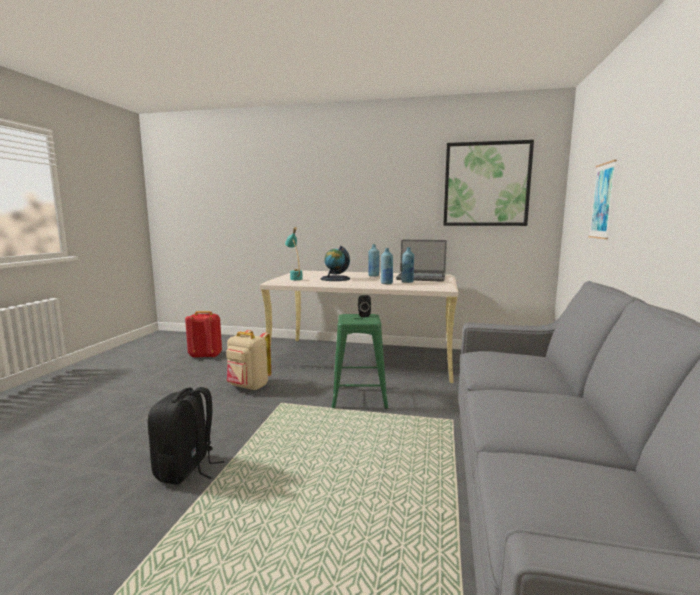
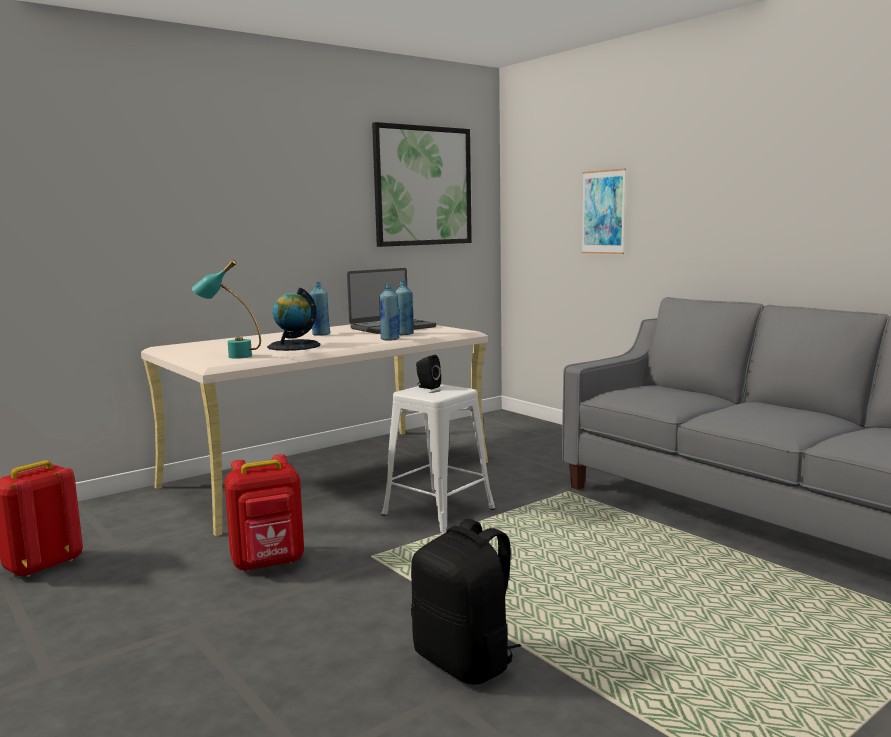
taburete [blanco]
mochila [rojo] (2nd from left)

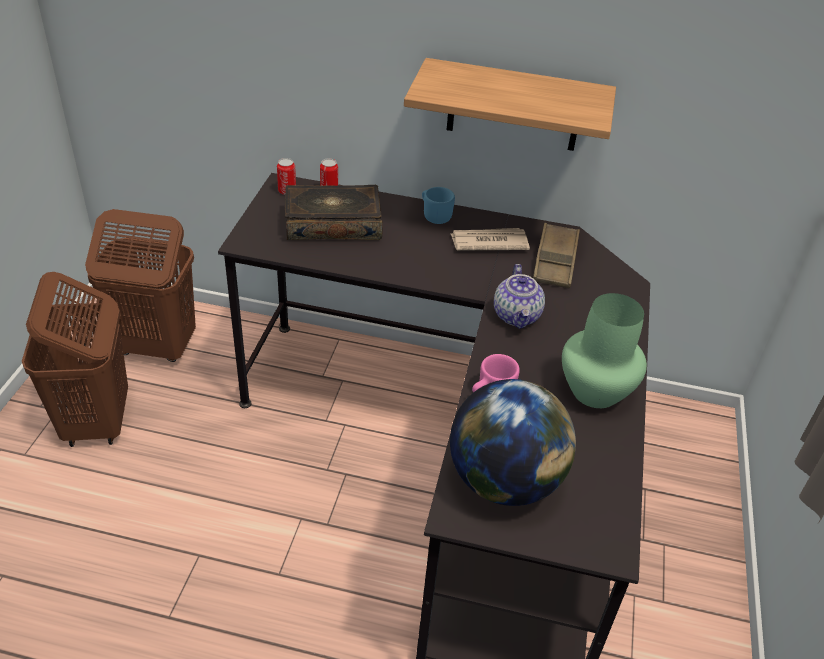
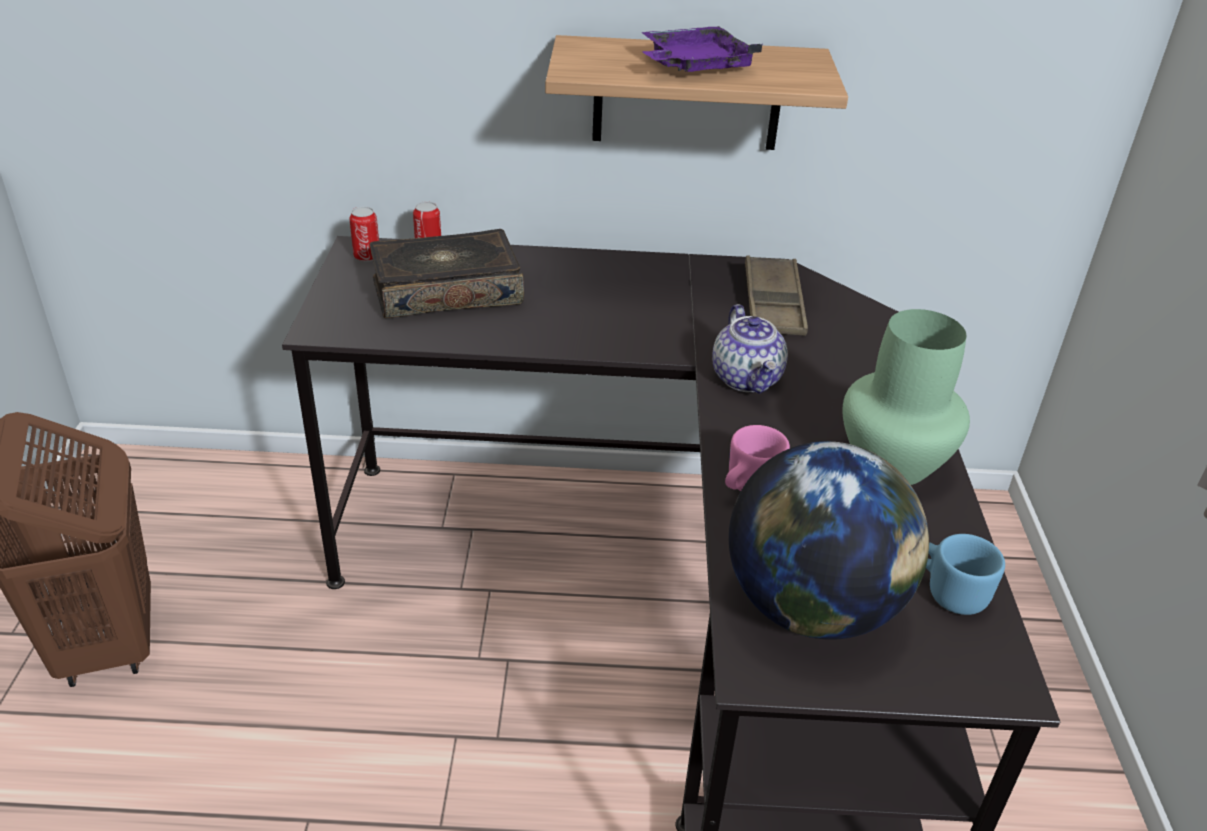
taza grande [azul]
cesto de la ropa [marrón] (2nd from left in the first image)
periódico
bandeja [morado]

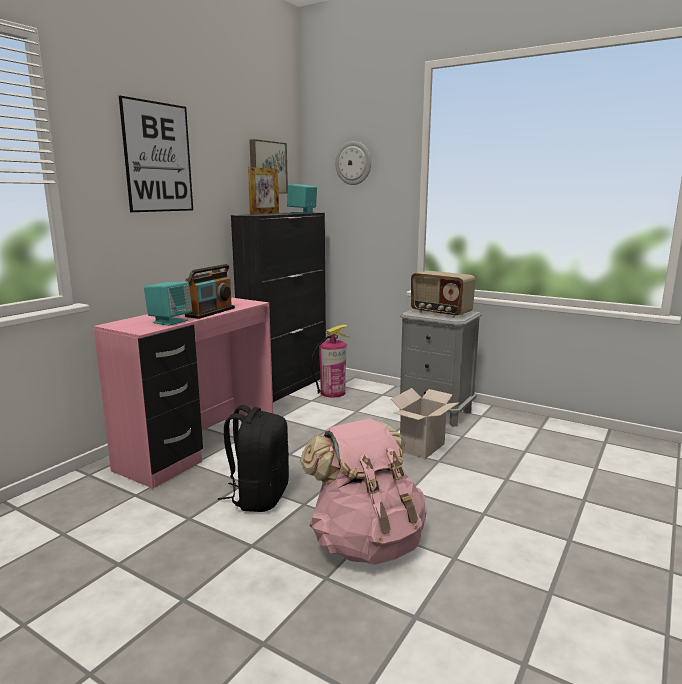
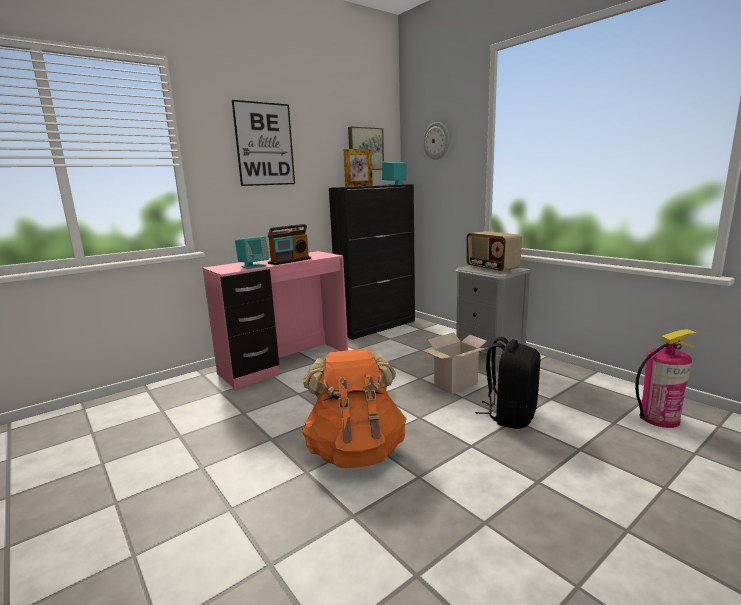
extintor
mochila [negro]
mochila [naranja]

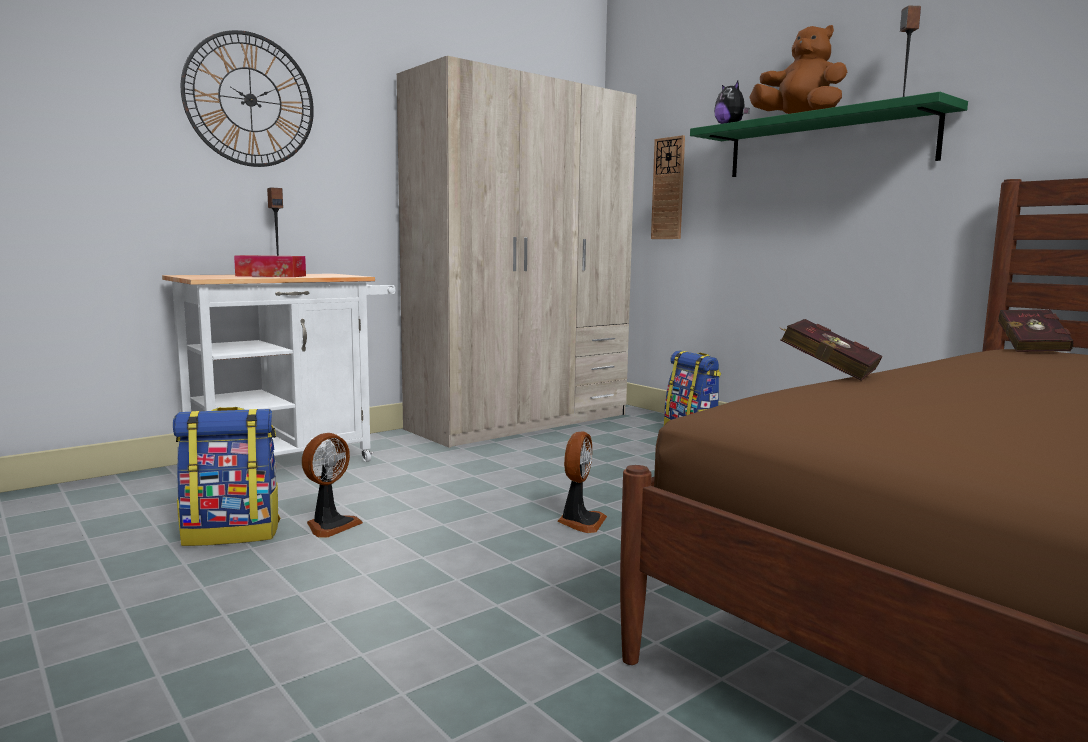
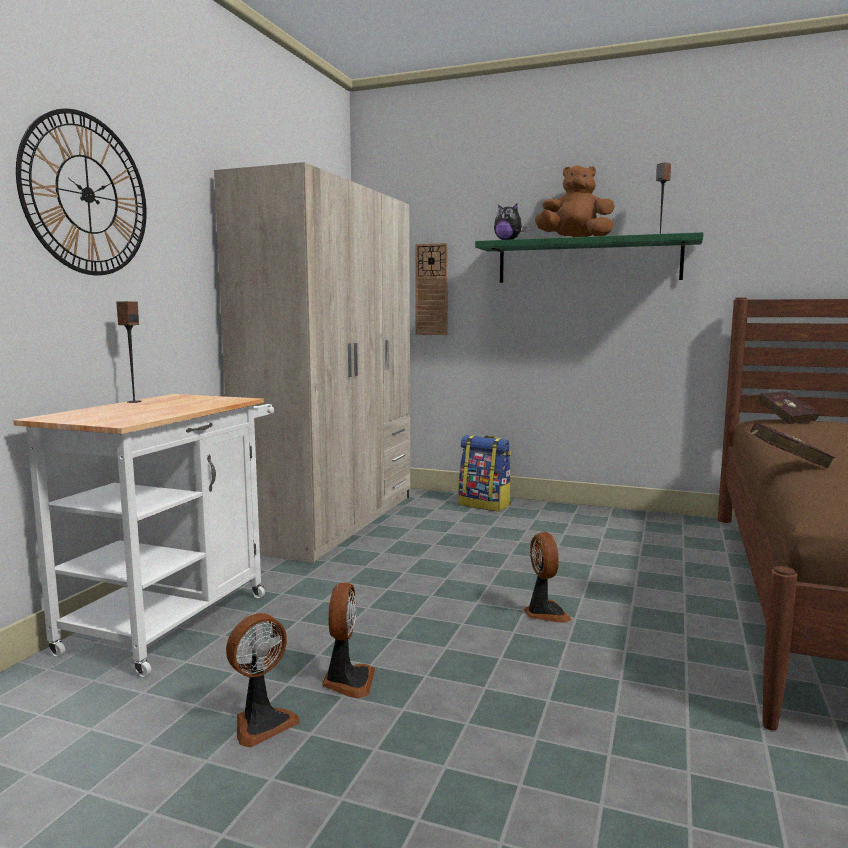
caja de pañuelos
ventilador (1st from left)

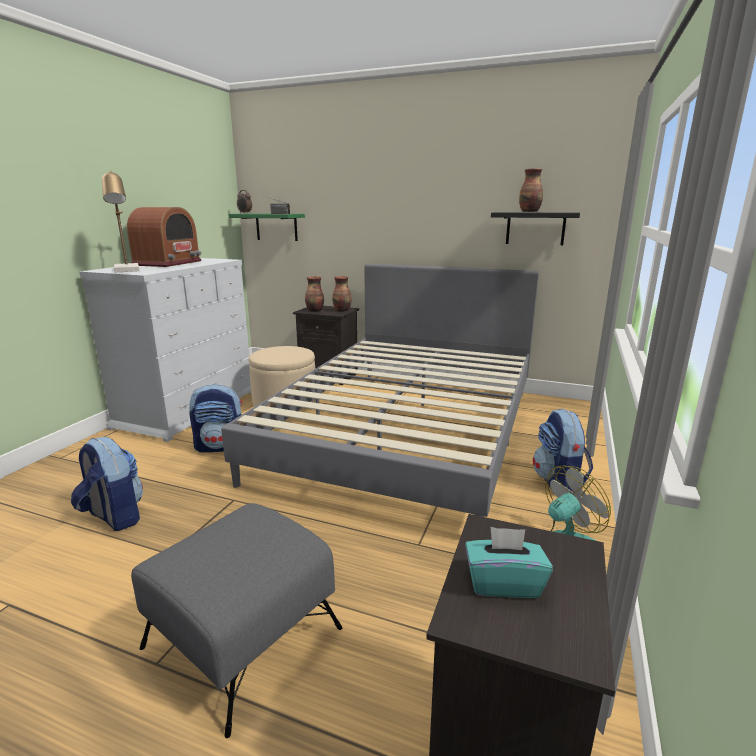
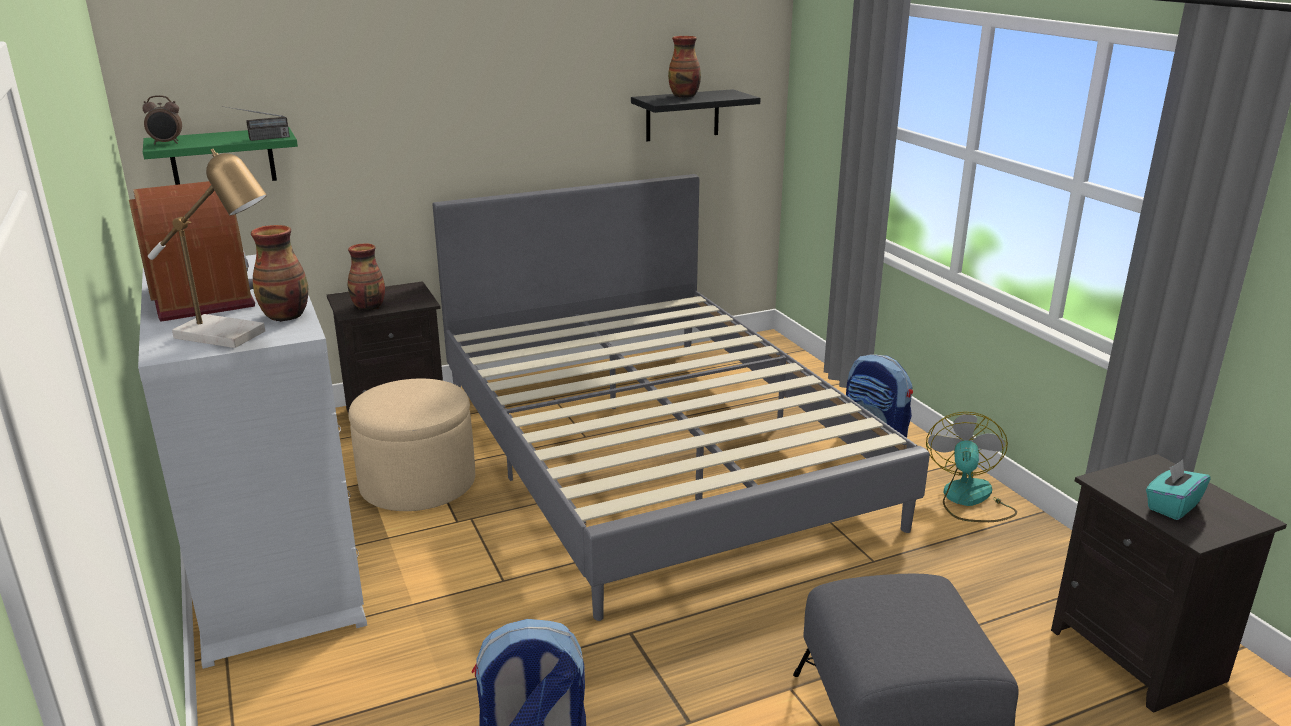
florero (1st from left)
mochila (2nd from left in the first image)

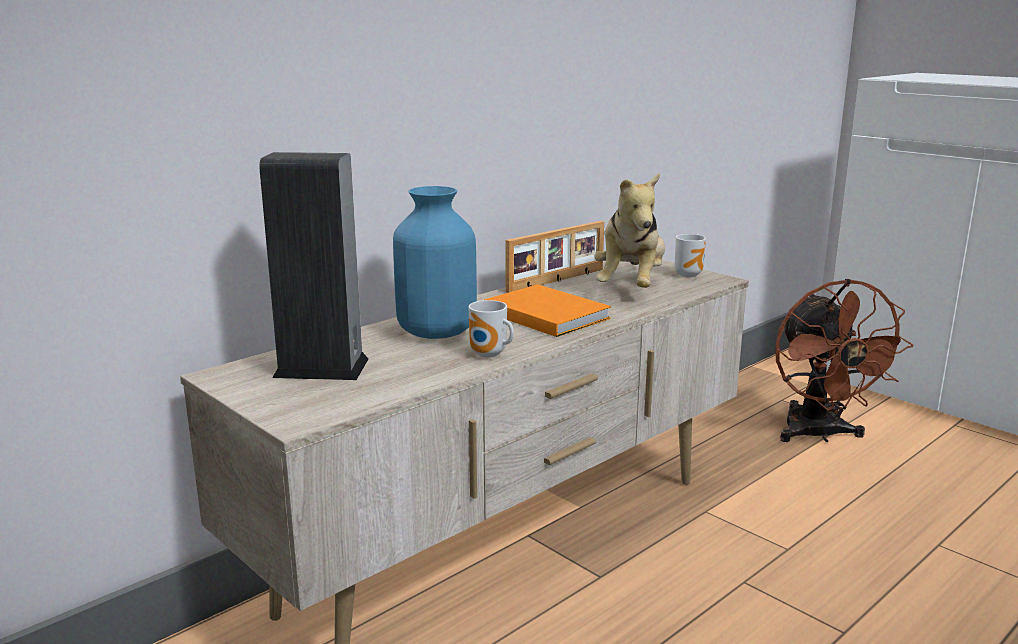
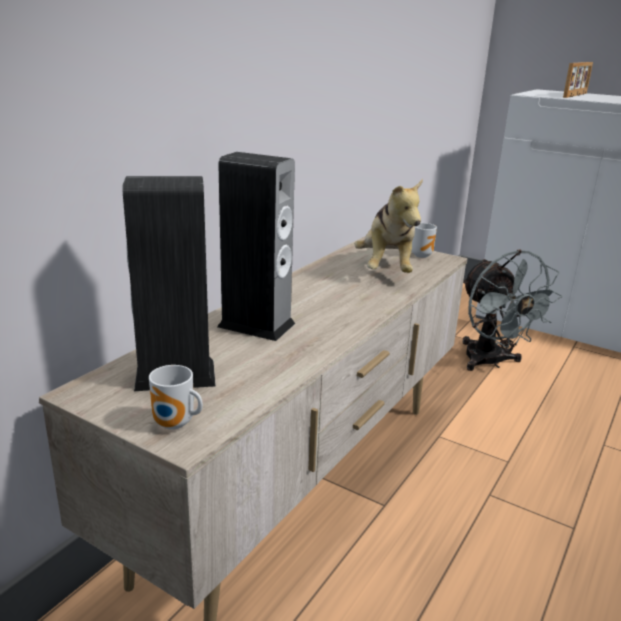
altavoz (2nd from left)
portarretratos
ventilador [gris]
libro [naranja]
taza grande (1st from left)

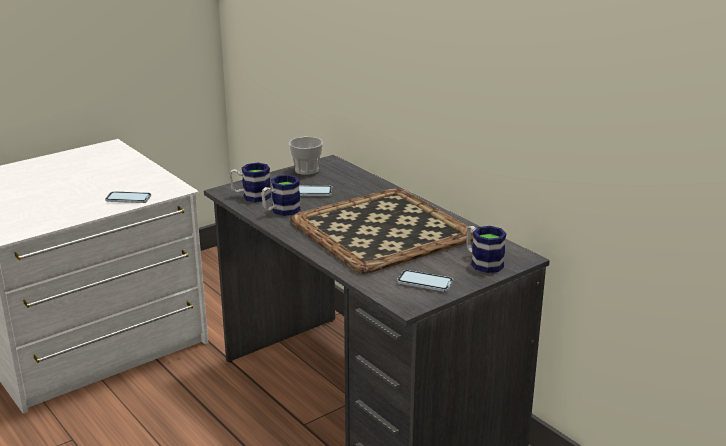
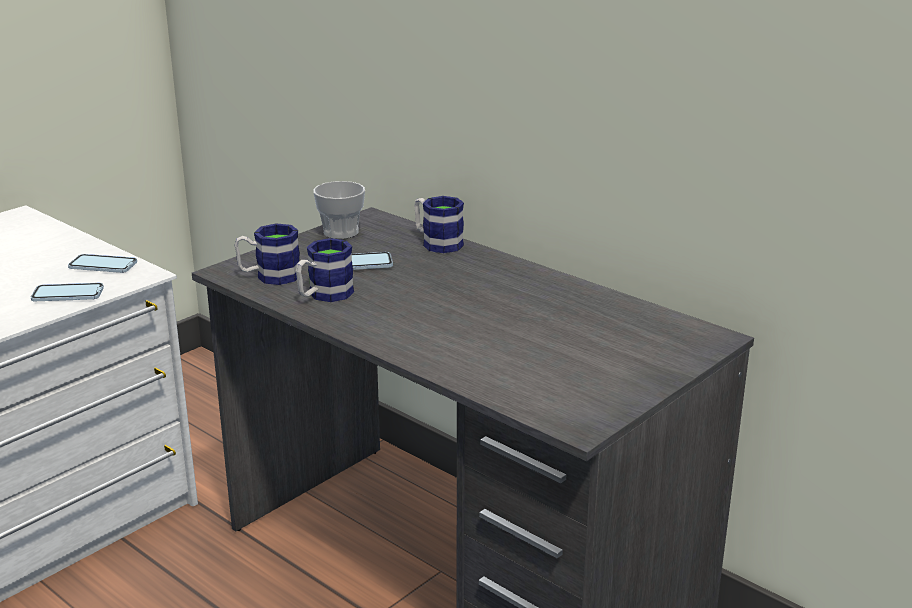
bandeja
taza grande (3rd from left)
móvil (2nd from left)

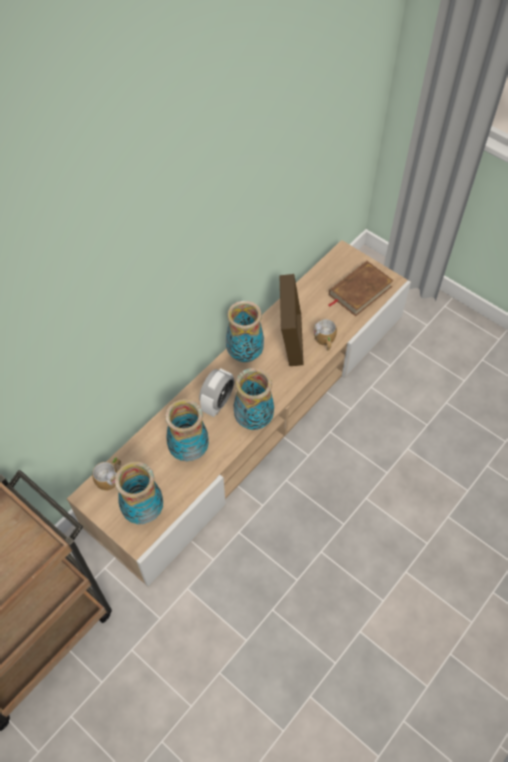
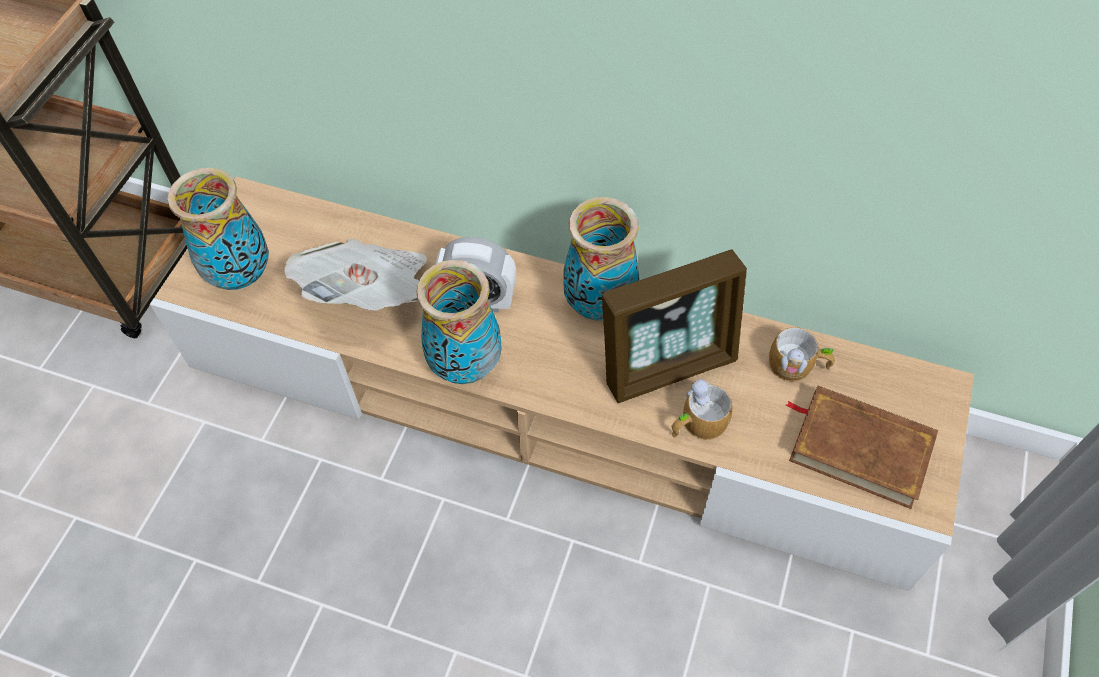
periódico
taza grande (2nd from left)

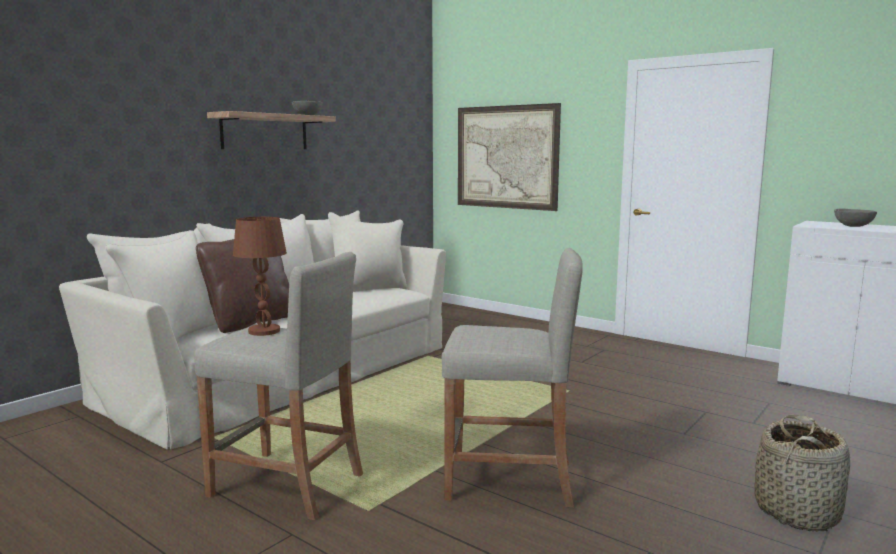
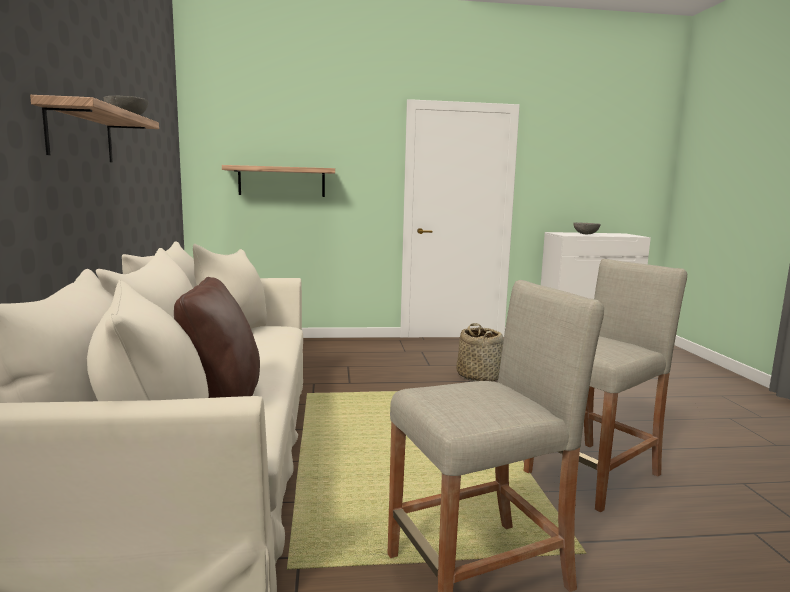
estante (2nd from left)
lámpara de mesa [marrón]
cesta

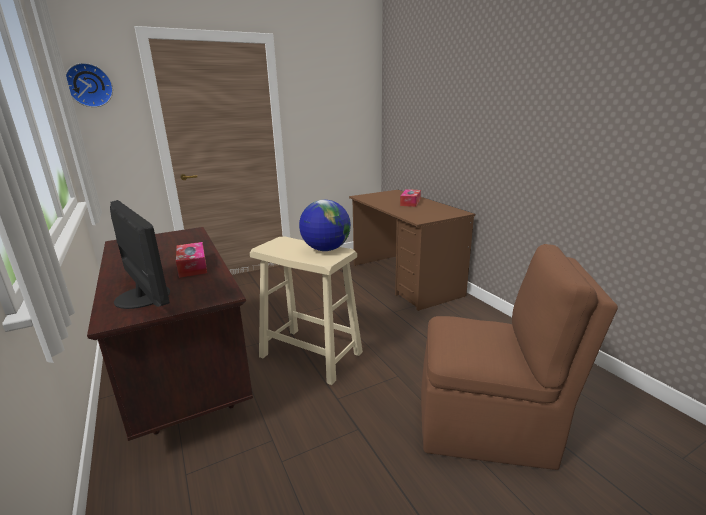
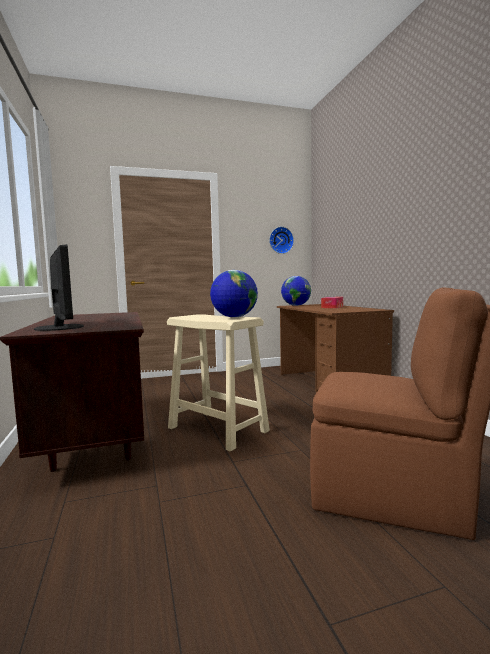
reloj de pared
caja de pañuelos (1st from left in the first image)
globo terráqueo (2nd from left)

